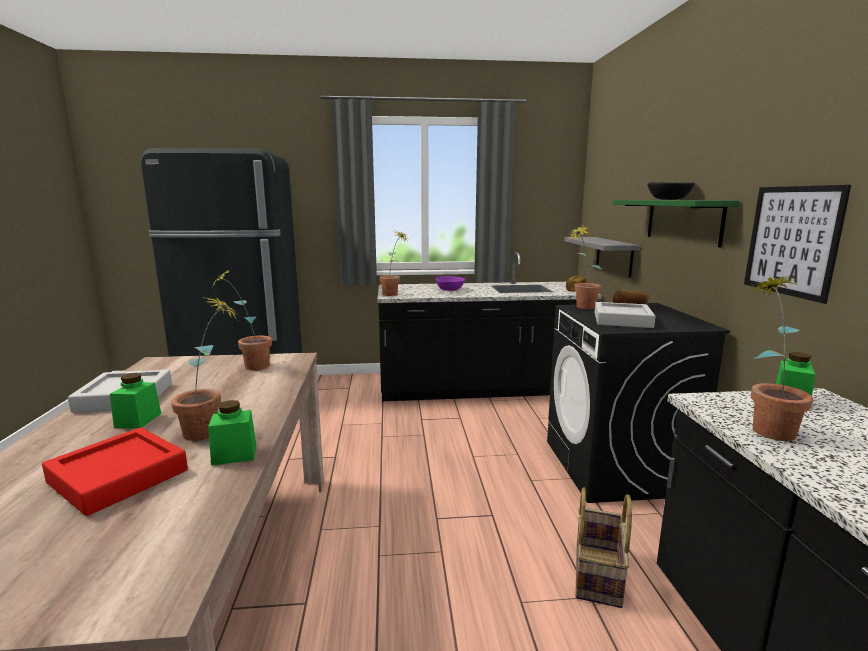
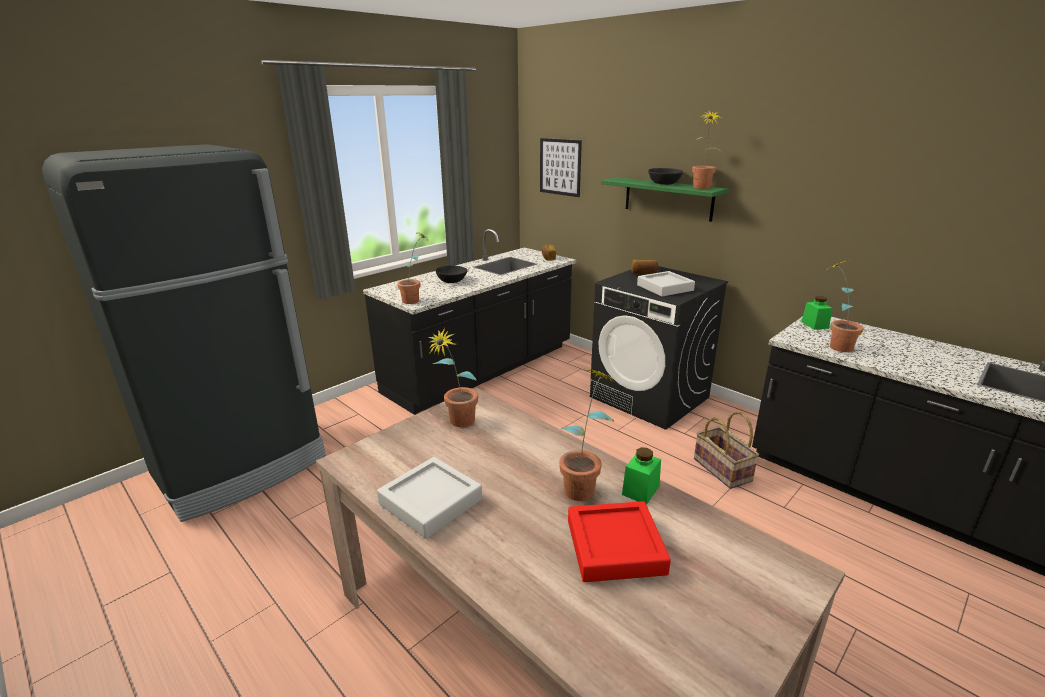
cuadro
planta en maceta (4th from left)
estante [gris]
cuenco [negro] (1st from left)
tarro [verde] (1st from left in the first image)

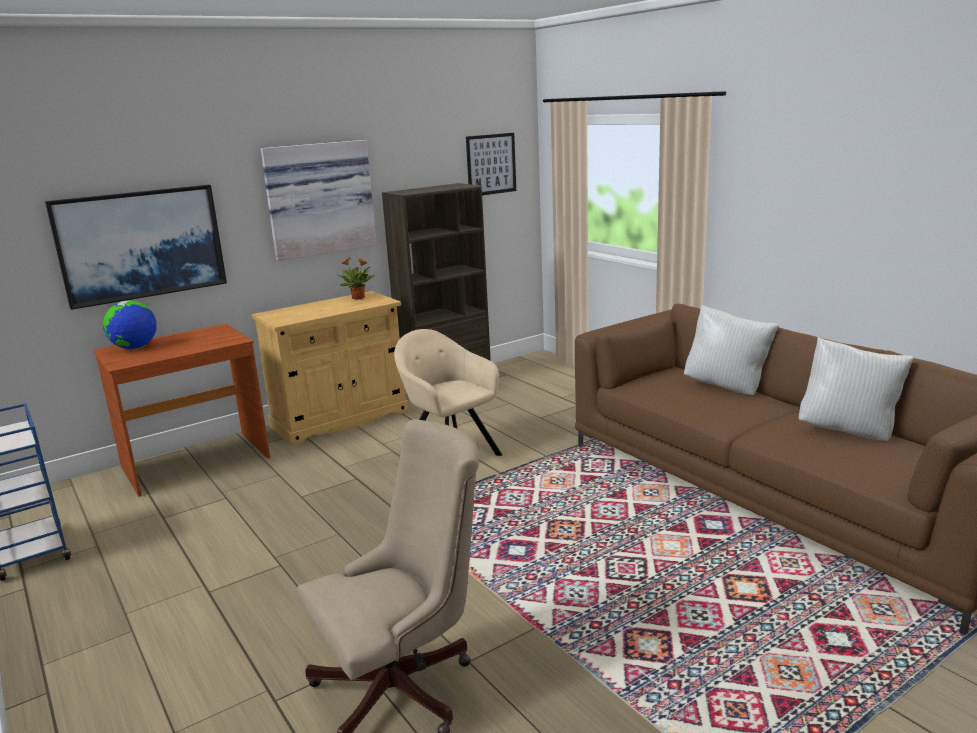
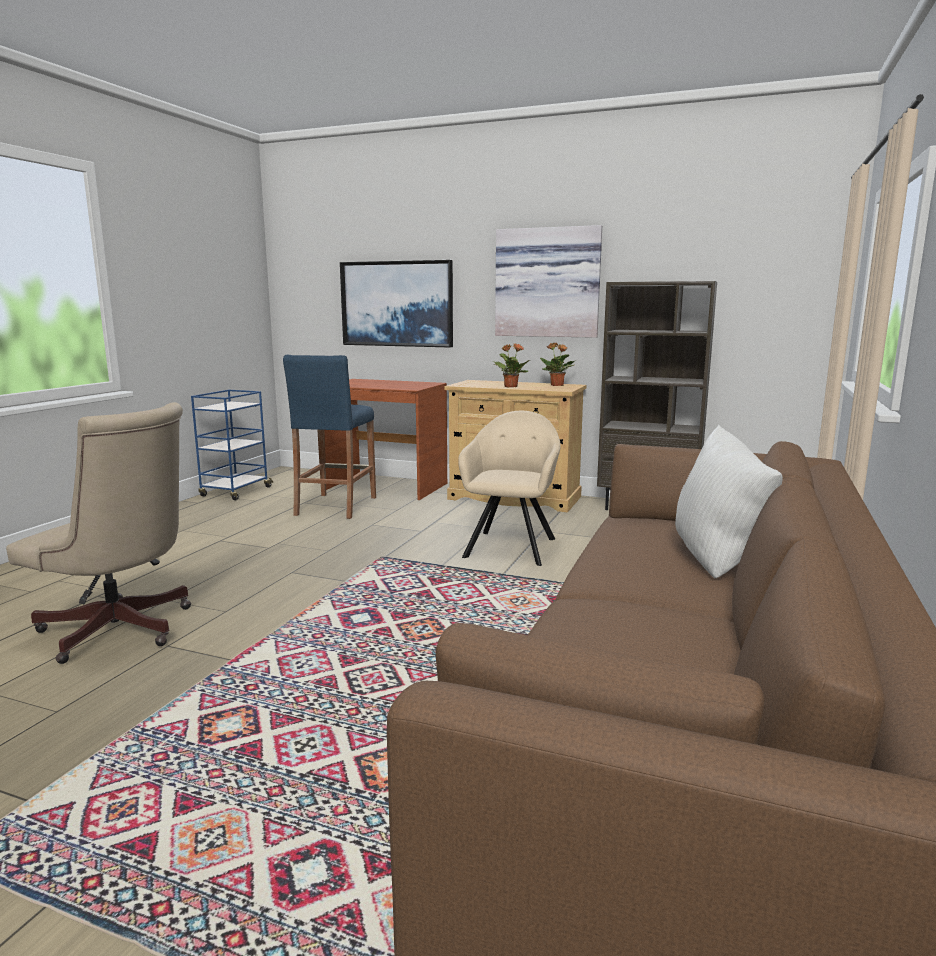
cuadro (3rd from left in the first image)
globo terráqueo
cojín [blanco] (2nd from left in the first image)
planta en maceta (1st from left)
taburete [azul]

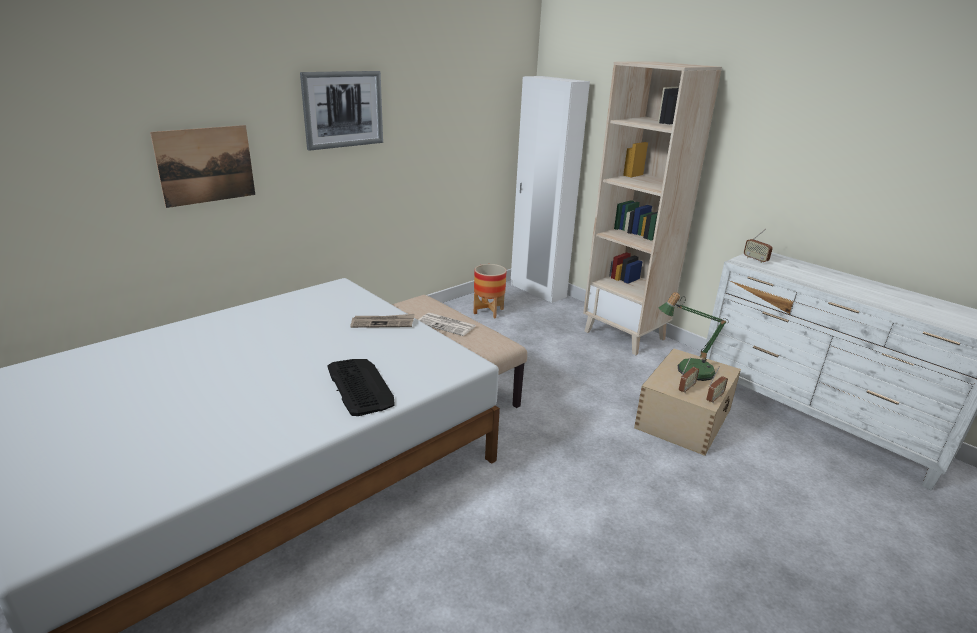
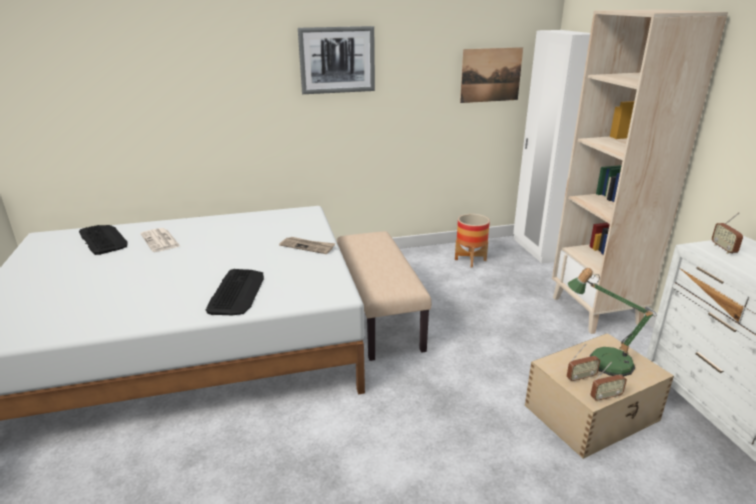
cuadro (2nd from left)
periódico (1st from left)
teclado (1st from left)

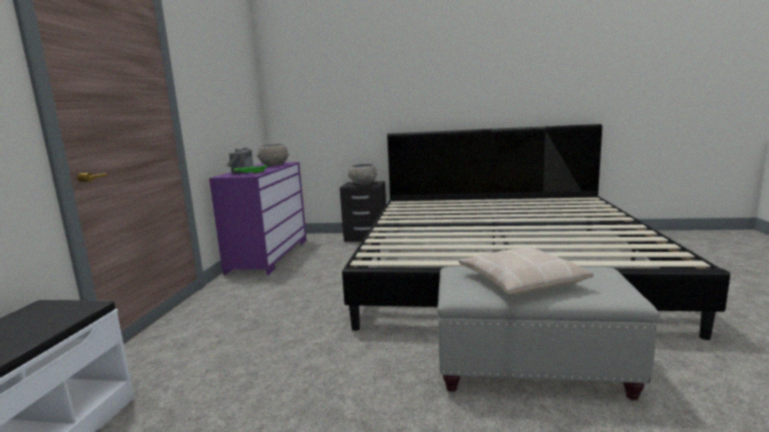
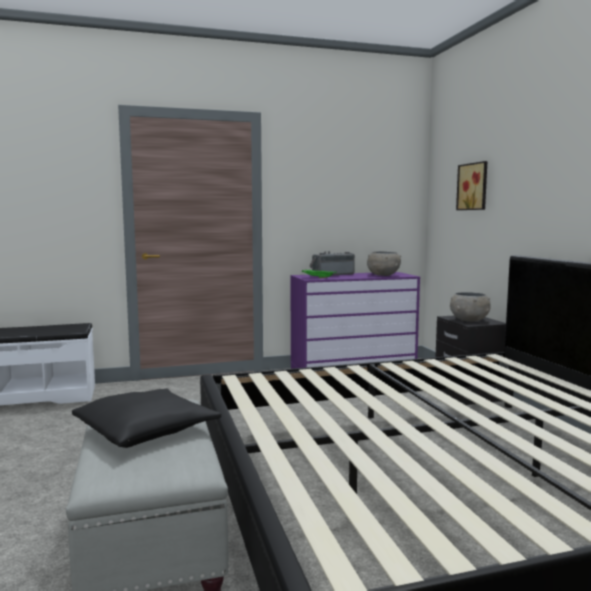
cojín [negro]
cuadro

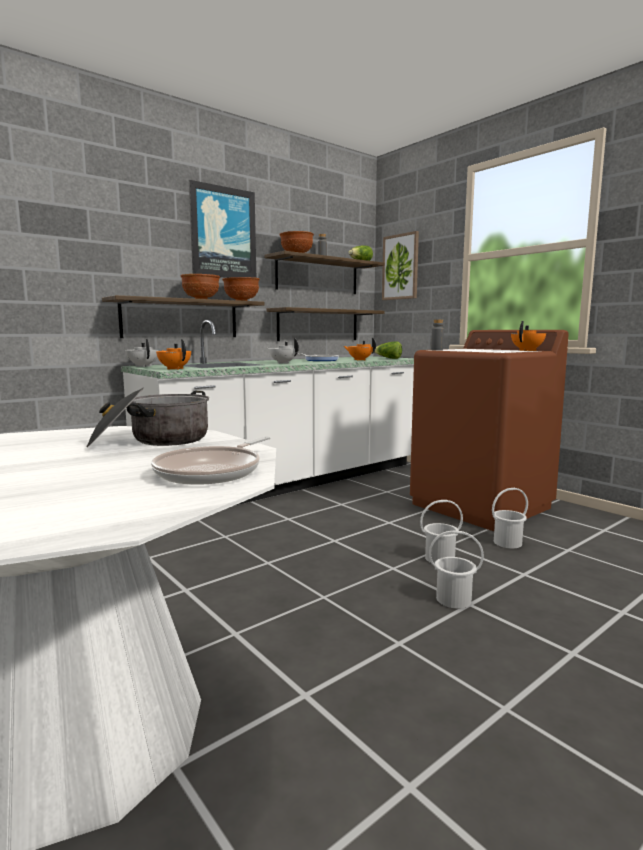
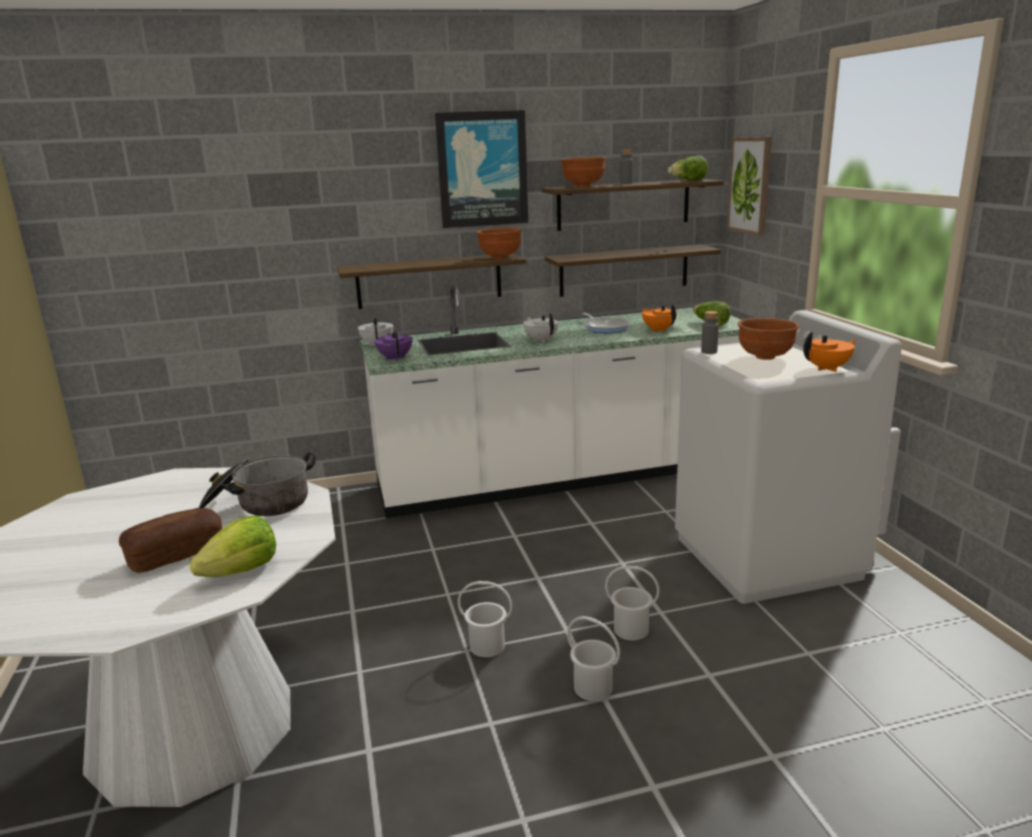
cuenco [marrón] (3rd from left)
lavadora [blanco]
tetera [morado]
lechuga (1st from left)
cubo [blanco] (1st from left)
pan

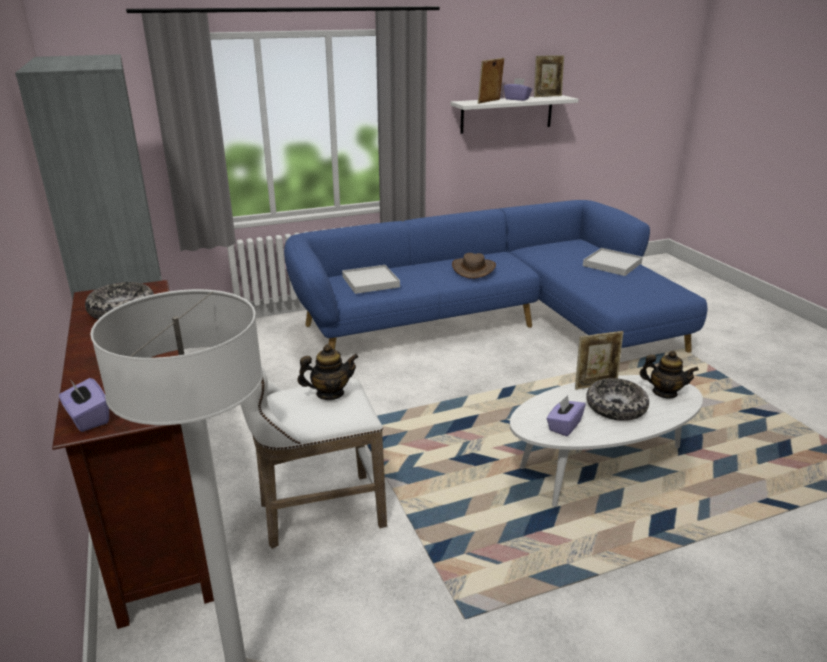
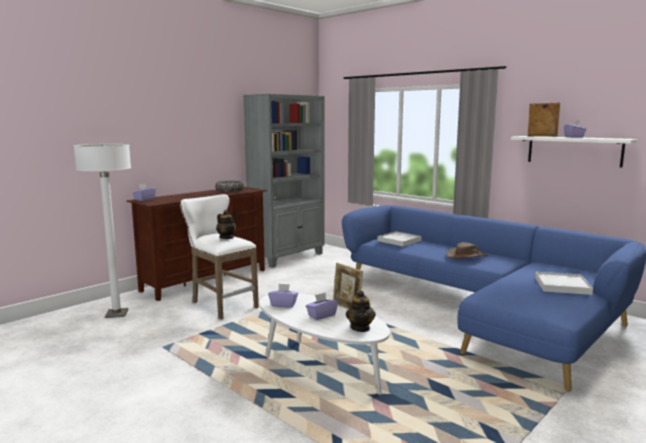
portarretratos (2nd from left in the first image)
caja de pañuelos [morado] (3rd from left)

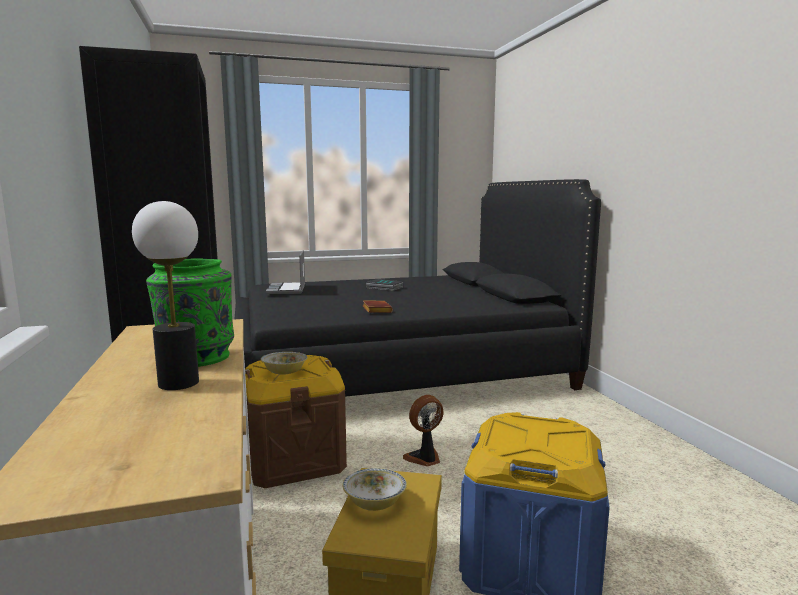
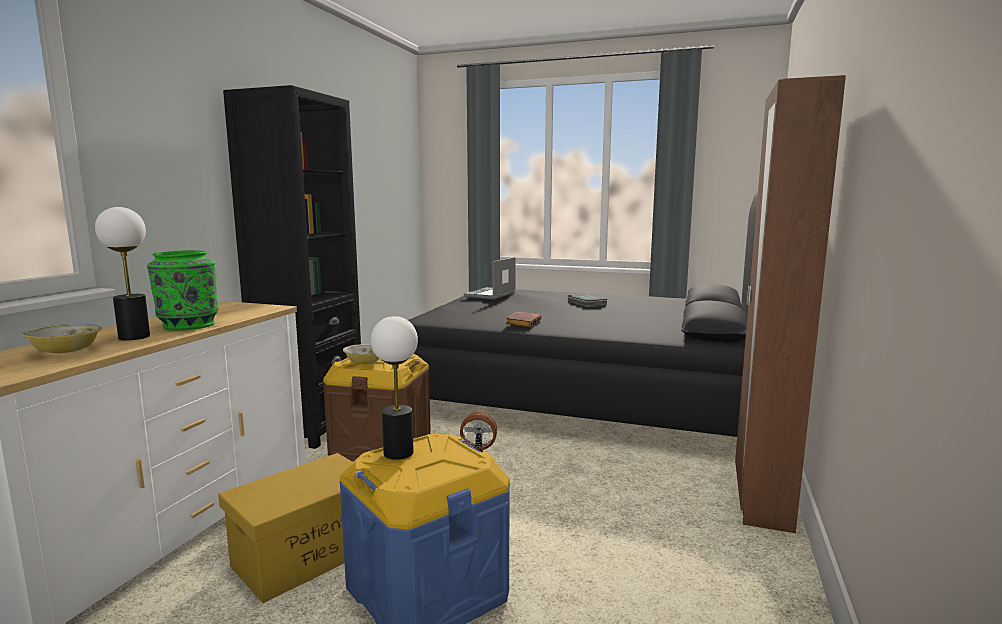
cuenco (1st from left)
armario ropero [marrón]
lámpara de mesa (2nd from left)

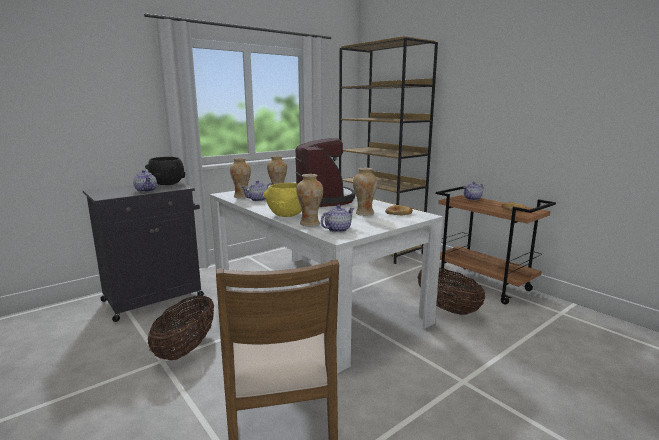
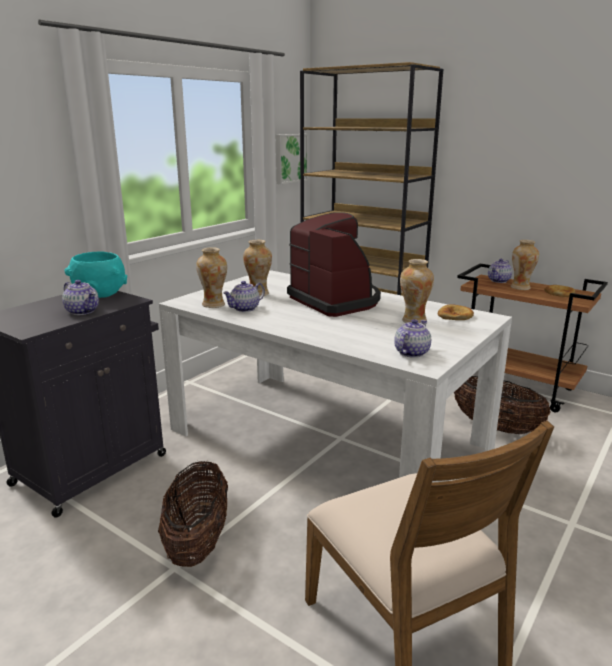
cuenco [turquesa]
florero (4th from left)
cuenco [amarillo]
cuadro

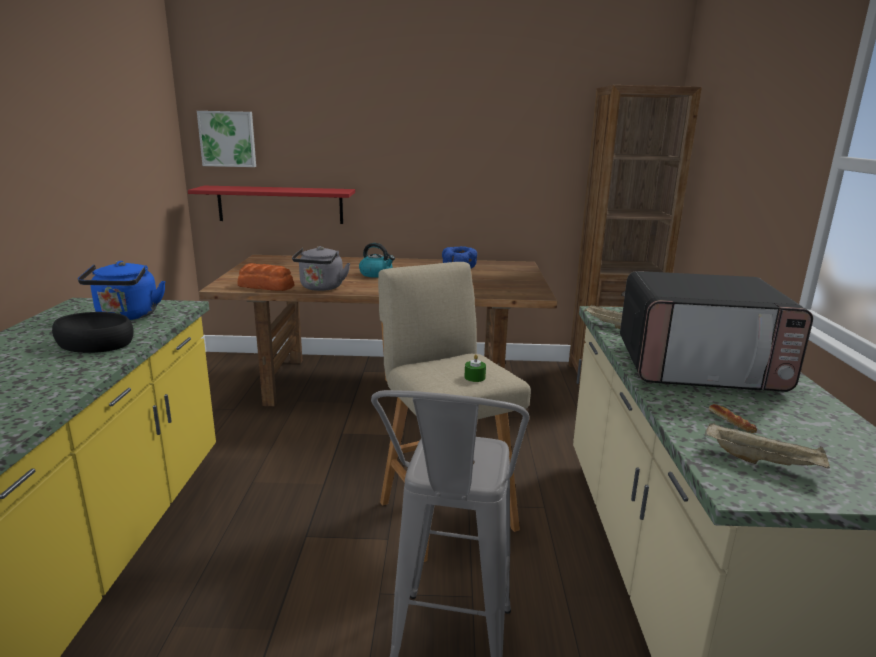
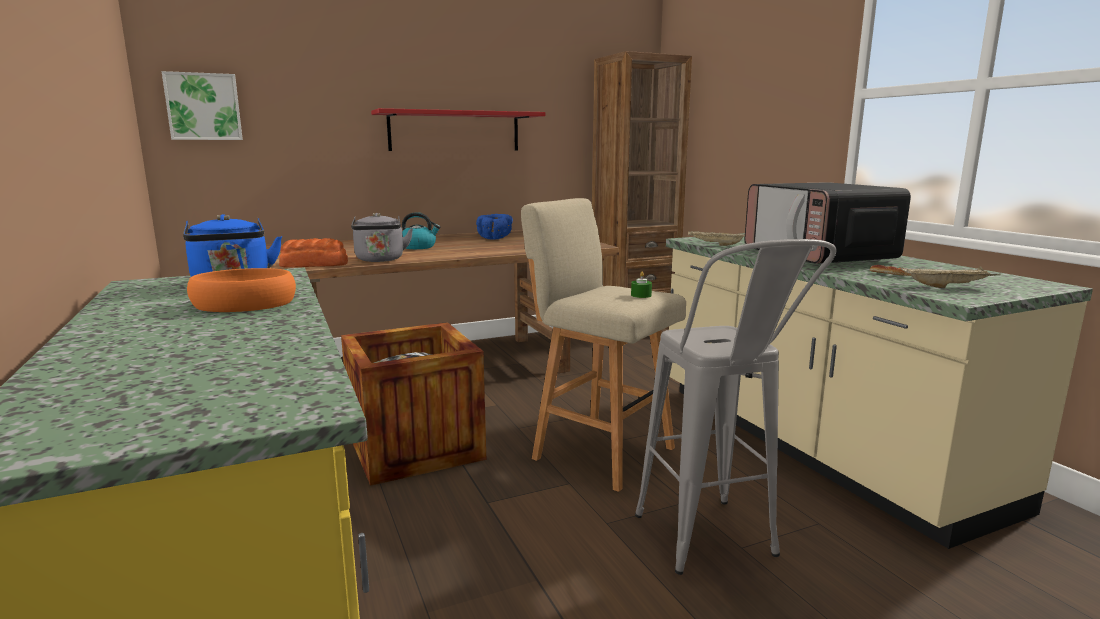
estante [rojo]
microondas
cuenco [naranja]
caja de embalaje

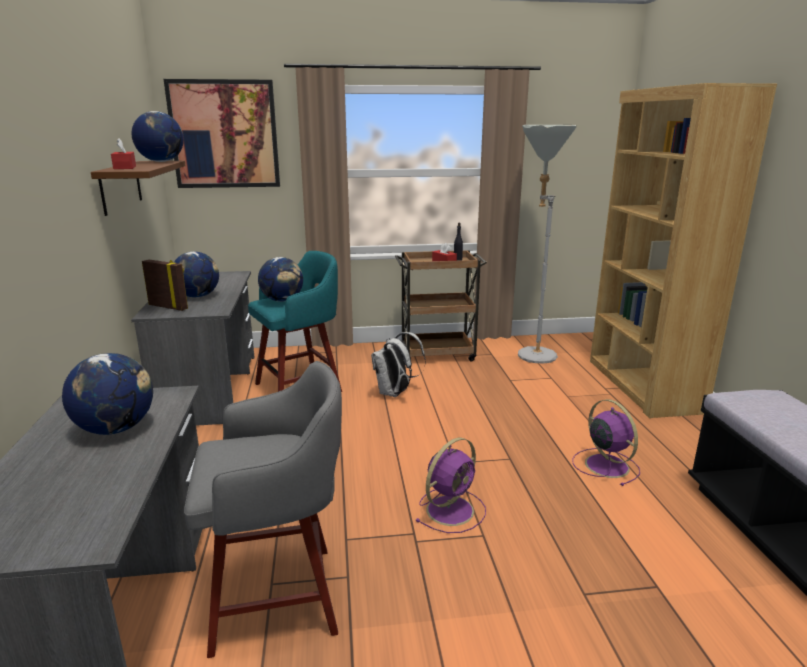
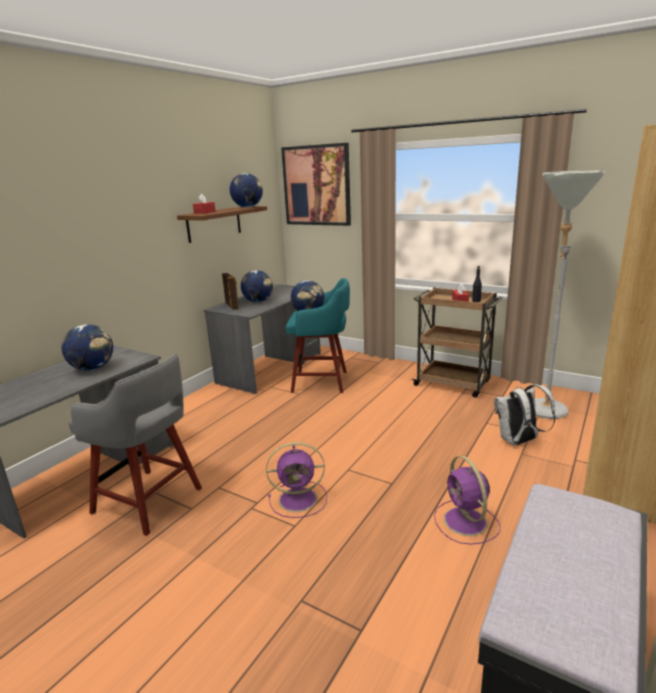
mochila [blanco]
ventilador [morado] (2nd from left)

